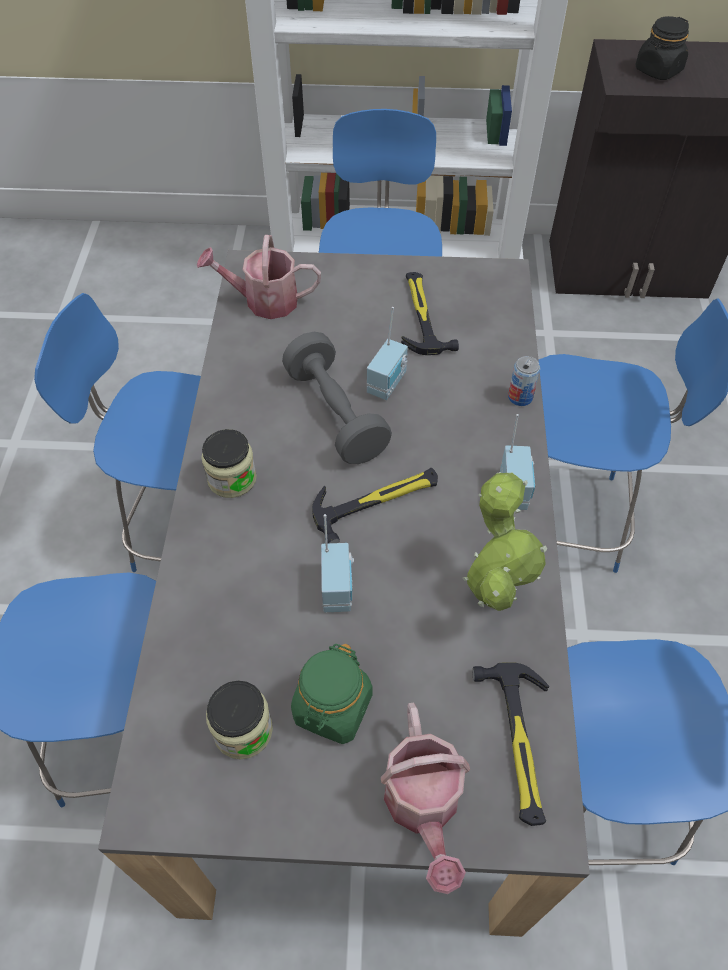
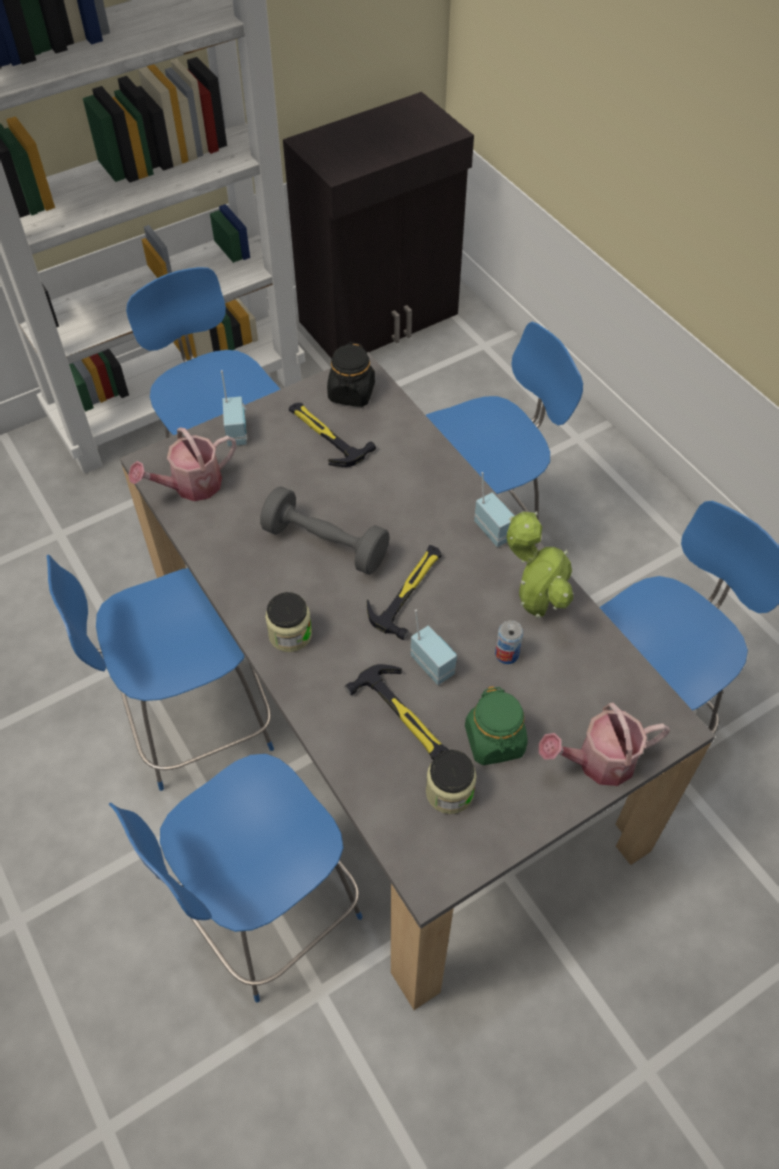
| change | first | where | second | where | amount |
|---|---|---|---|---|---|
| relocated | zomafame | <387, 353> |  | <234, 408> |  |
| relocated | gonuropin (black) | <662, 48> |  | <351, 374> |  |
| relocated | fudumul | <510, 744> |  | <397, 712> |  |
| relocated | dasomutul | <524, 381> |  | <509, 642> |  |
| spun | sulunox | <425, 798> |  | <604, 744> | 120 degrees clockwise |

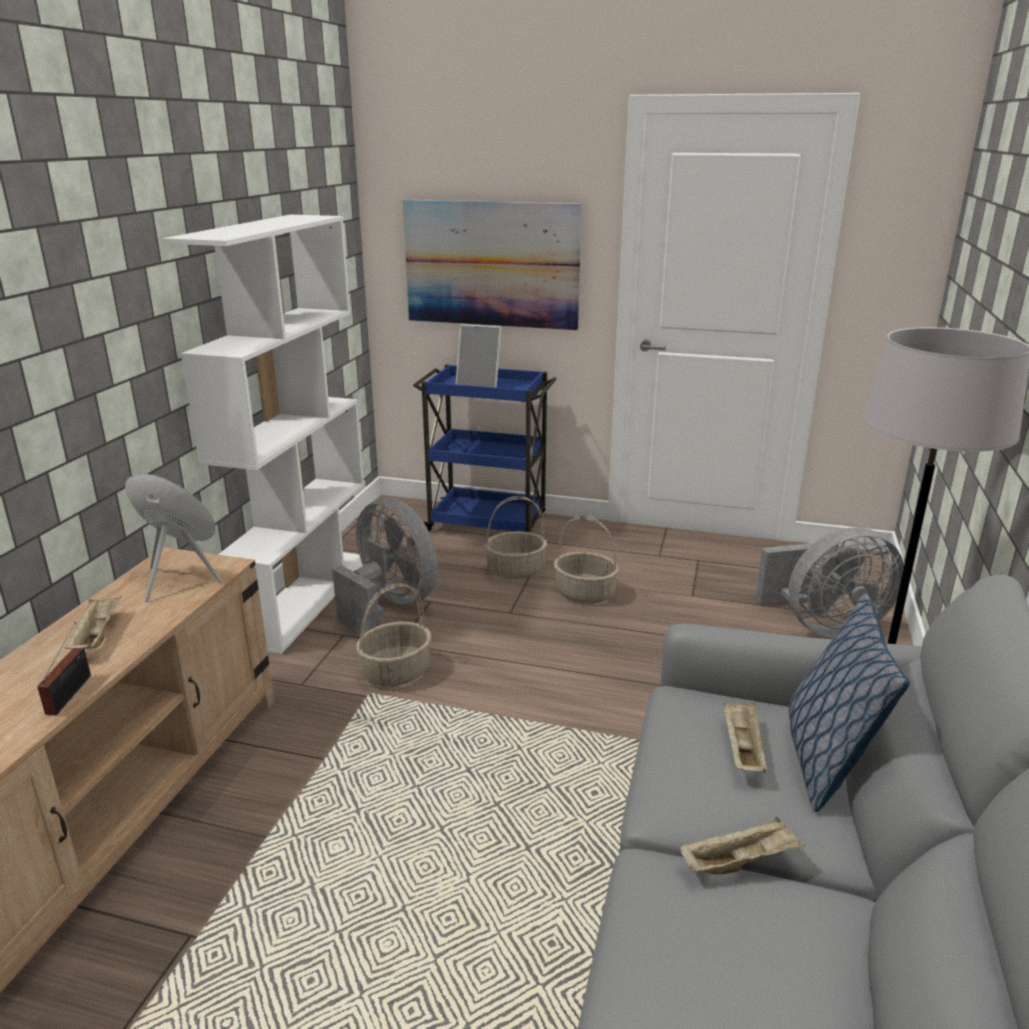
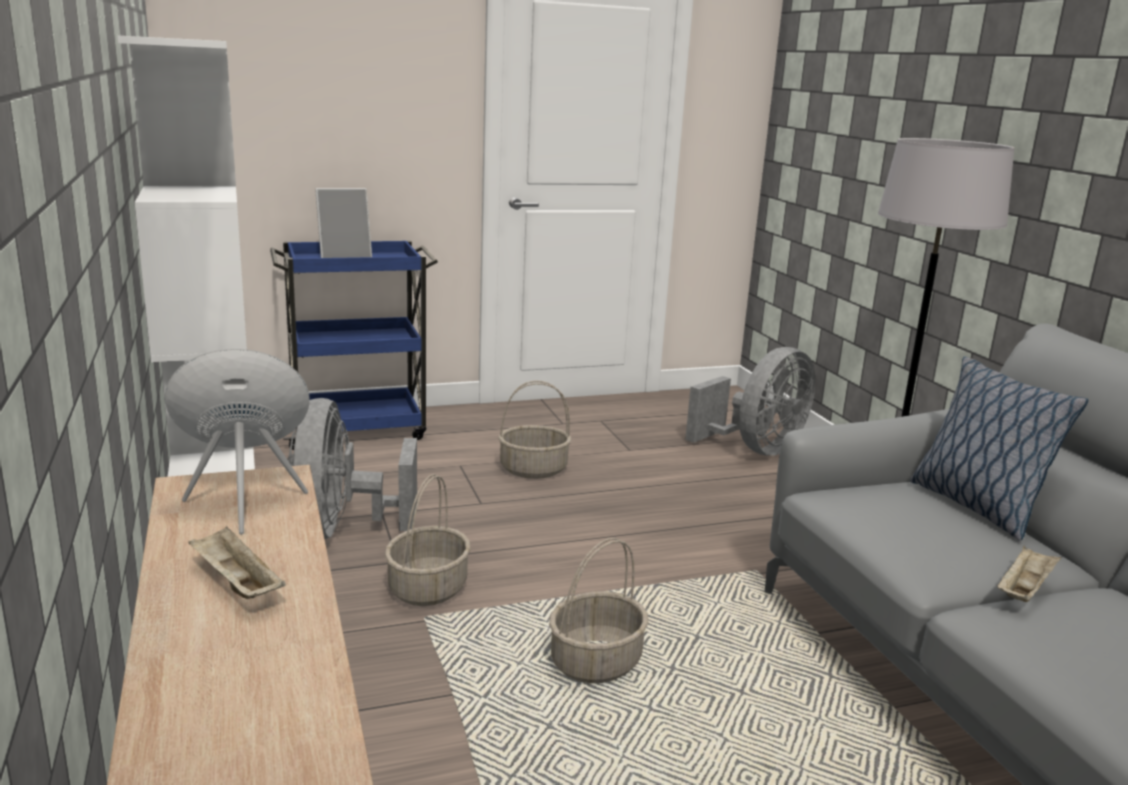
| change | first | where | second | where | amount |
|---|---|---|---|---|---|
| spun | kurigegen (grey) | <385, 566> |  | <352, 468> | 105 degrees counterclockwise |
| relocated | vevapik | <516, 537> |  | <598, 610> |  |
| missing | zomafame | <64, 668> |  |  |  |
| missing | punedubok | <492, 264> |  |  |  |
| missing | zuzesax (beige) | <745, 737> |  |  |  |

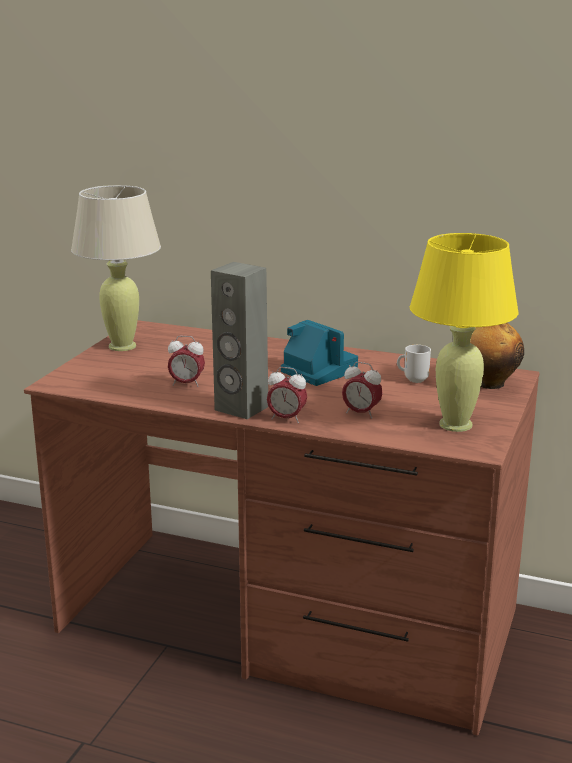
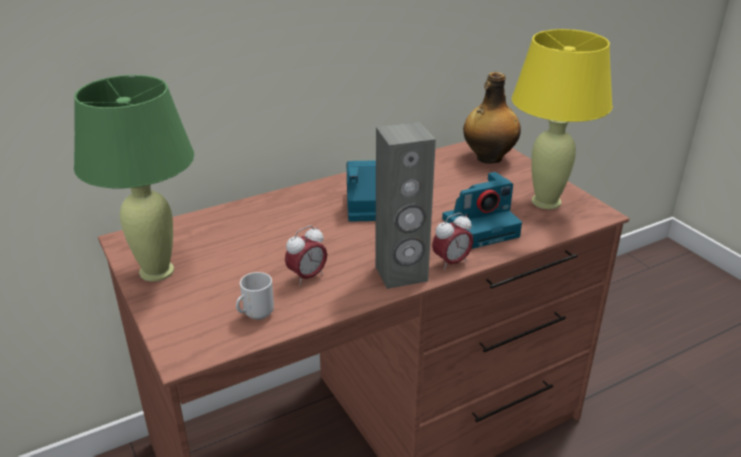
| change | first | where | second | where | amount |
|---|---|---|---|---|---|
| colour | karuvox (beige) | <116, 268> | karuvox (green) | <134, 178> |  |
| relocated | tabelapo | <414, 364> |  | <255, 296> |  |
| exchanged | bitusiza | <362, 390> | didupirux | <482, 210> |  |

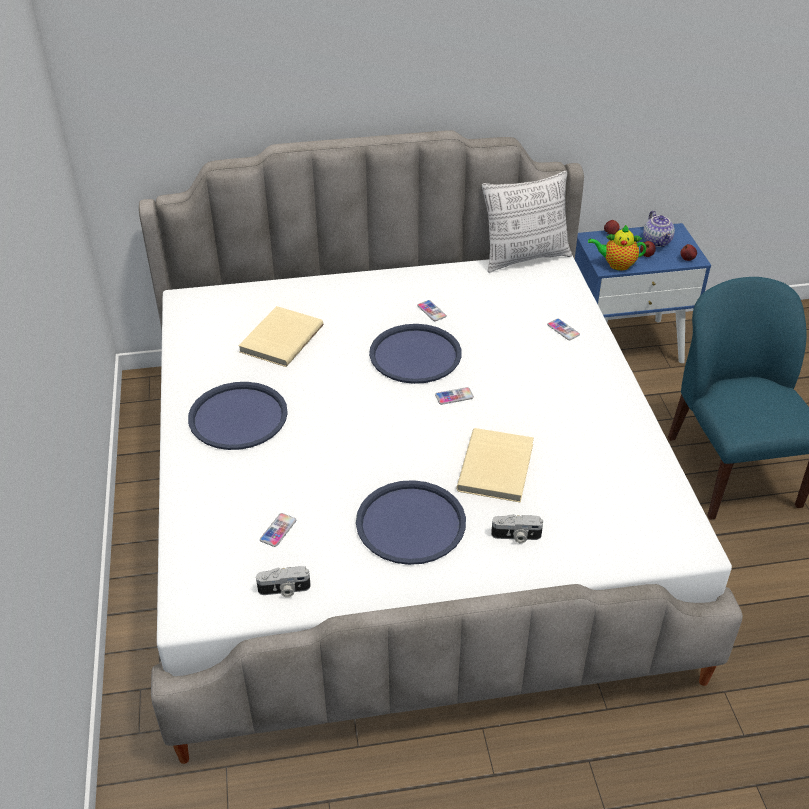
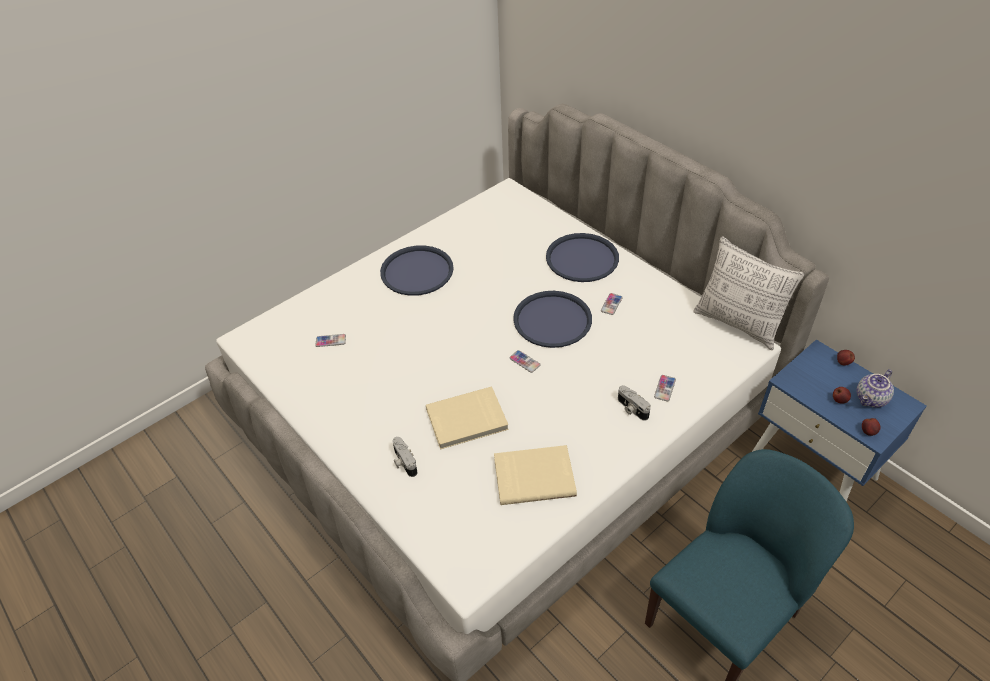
| change | first | where | second | where | amount |
|---|---|---|---|---|---|
| relocated | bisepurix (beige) | <280, 336> |  | <535, 475> |  |
| relocated | zuzesax (blue) | <411, 522> |  | <582, 257> |  |
| relocated | didupirux | <283, 581> |  | <634, 403> |  |
| missing | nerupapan | <617, 248> |  |  |  |

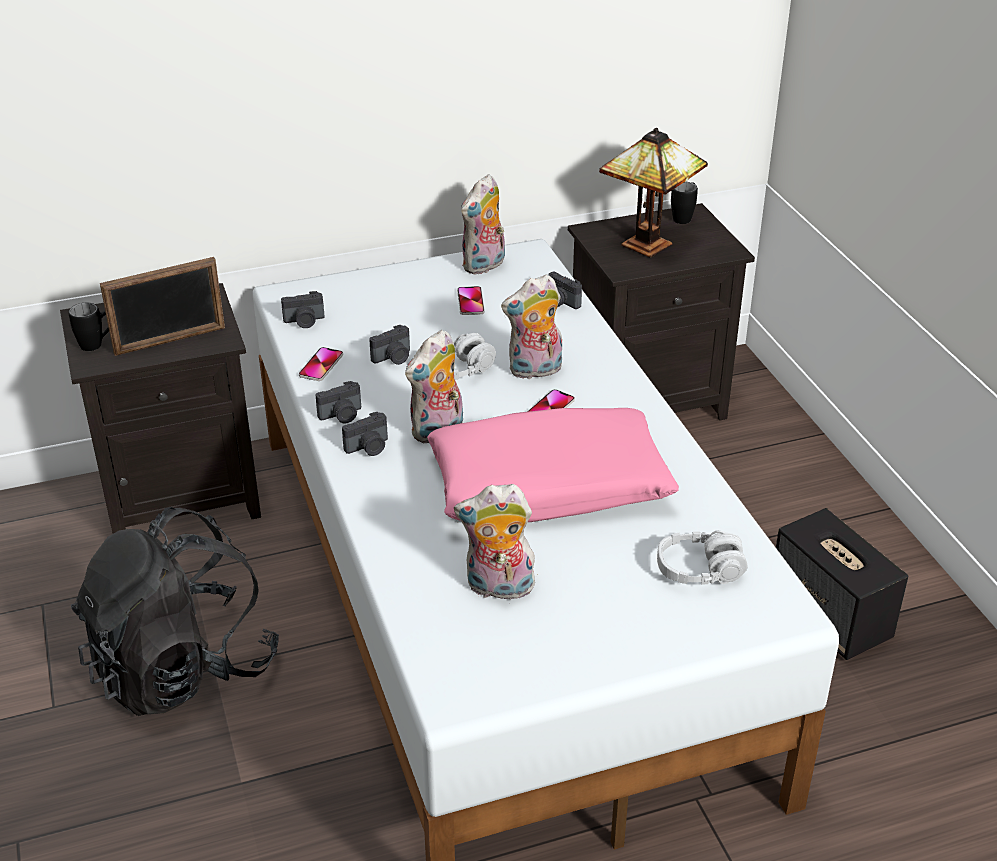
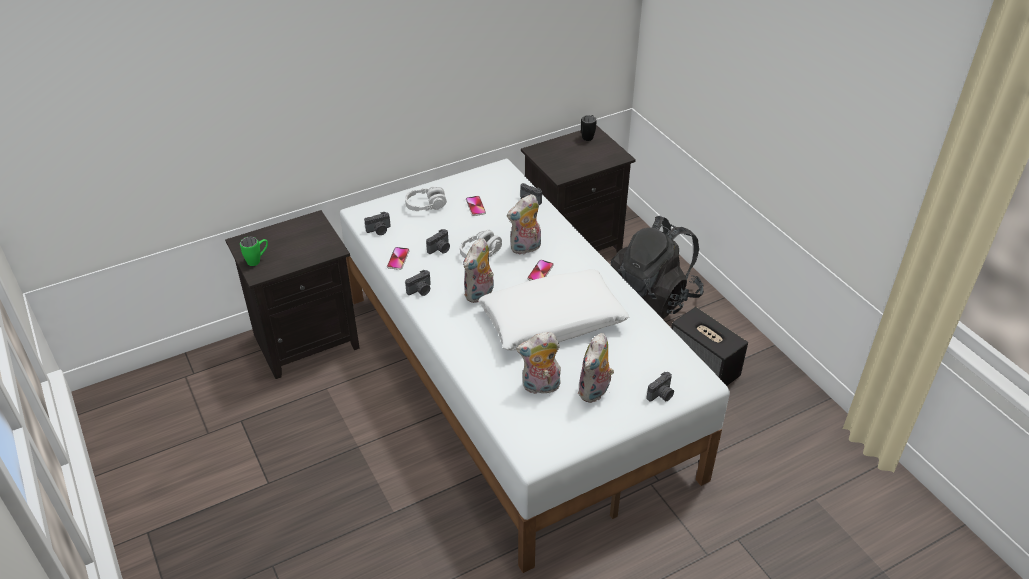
| change | first | where | second | where | amount |
|---|---|---|---|---|---|
| colour | tabelapo (black) | <88, 327> | tabelapo (green) | <254, 251> |  |
| relocated | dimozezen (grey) | <702, 557> |  | <426, 198> |  |
| colour | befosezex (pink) | <553, 465> | befosezex (white) | <553, 309> |  |
| relocated | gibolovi | <483, 224> |  | <596, 368> |  |
| relocated | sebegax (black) | <175, 611> |  | <657, 267> |  |
| relocated | didupirux | <365, 434> |  | <660, 387> |  |
| missing | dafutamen | <162, 306> |  |  |  |
| missing | karuvox | <653, 192> |  |  |  |

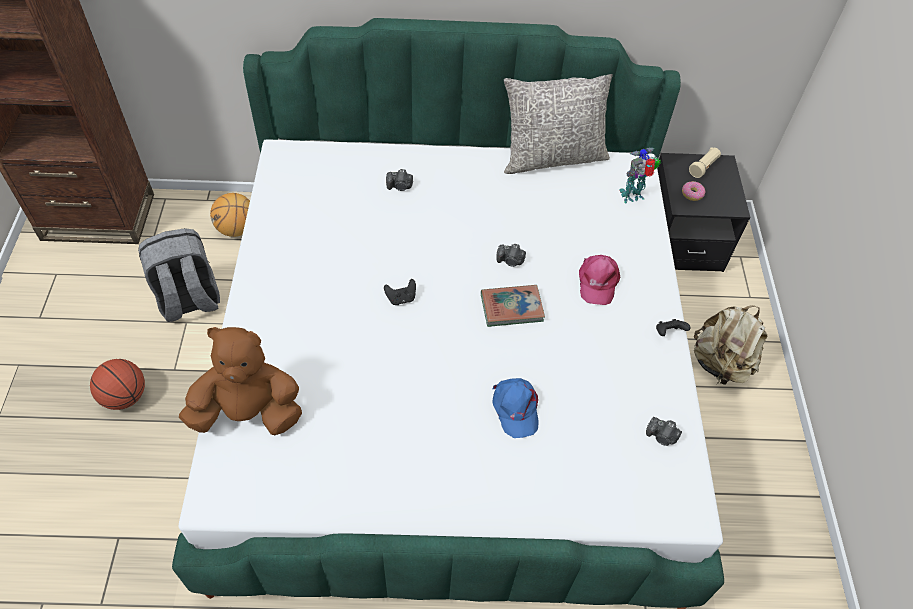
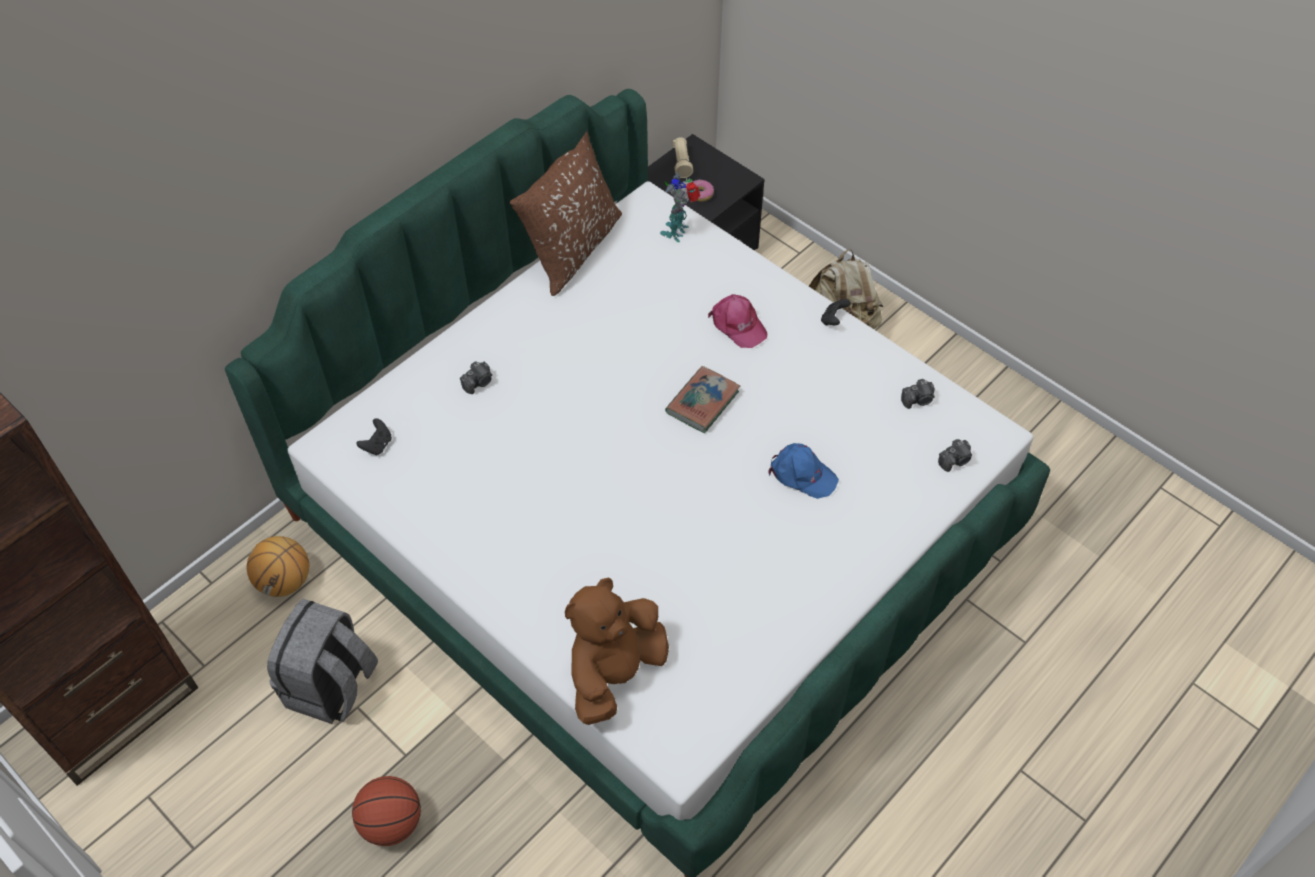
| change | first | where | second | where | amount |
|---|---|---|---|---|---|
| relocated | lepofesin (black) | <400, 292> |  | <374, 436> |  |
| colour | befosezex (grey) | <558, 124> | befosezex (brown) | <566, 213> |  |
| relocated | didupirux | <511, 255> |  | <955, 455> |  |

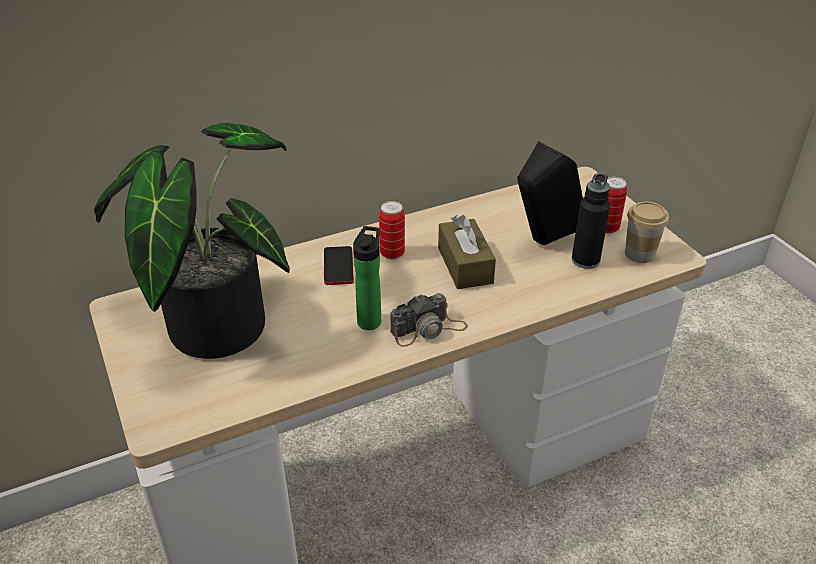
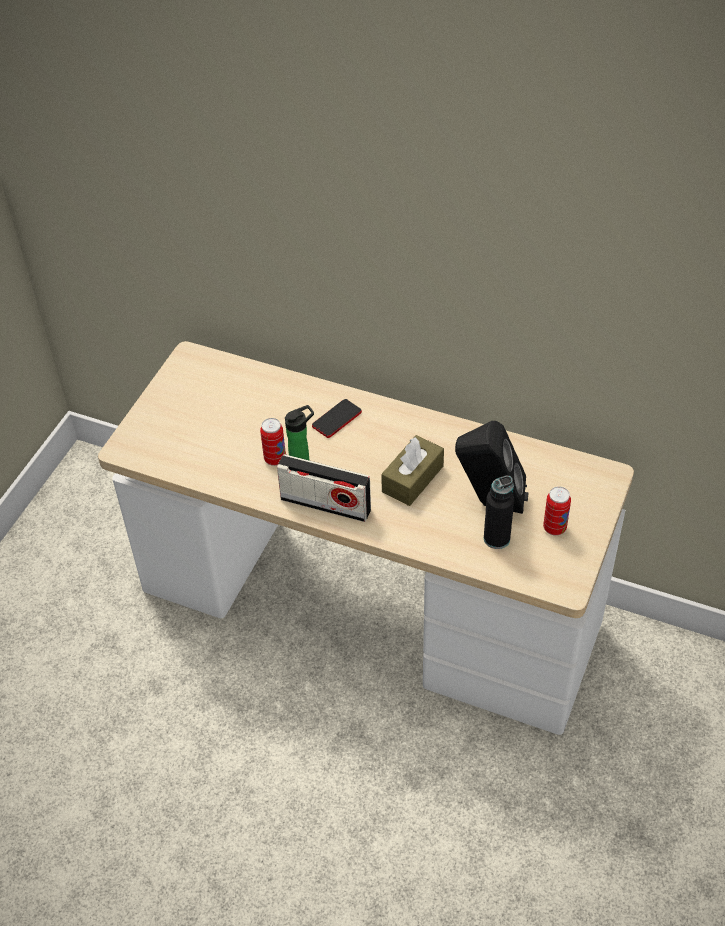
| change | first | where | second | where | amount |
|---|---|---|---|---|---|
| relocated | dasomutul | <392, 230> |  | <273, 442> |  |
| exchanged | didupirux | <429, 320> | zomafame | <324, 488> |  |
| missing | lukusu | <192, 241> |  |  |  |
| missing | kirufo | <647, 232> |  |  |  |

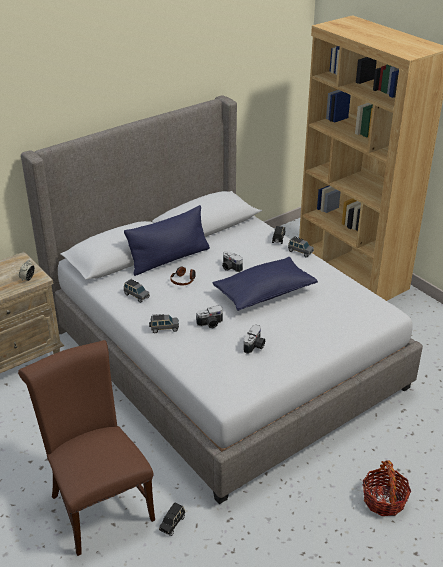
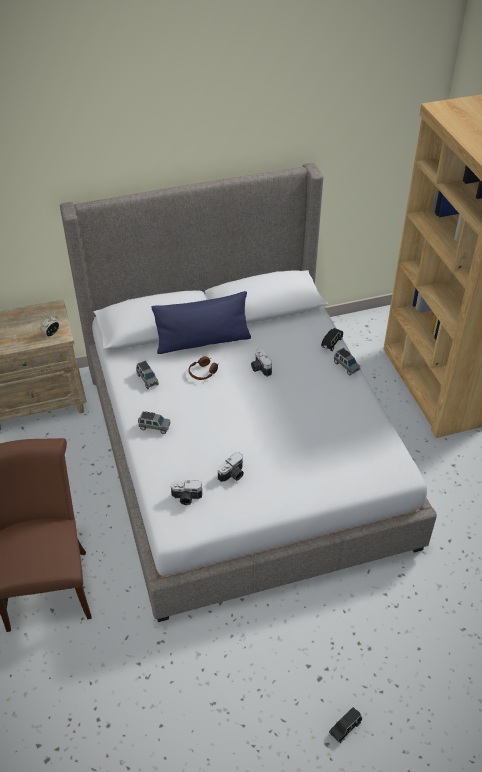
| change | first | where | second | where | amount |
|---|---|---|---|---|---|
| relocated | didupirux | <209, 317> |  | <186, 492> |  |
| relocated | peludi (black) | <172, 519> |  | <345, 725> |  |
| missing | befosezex (blue) | <265, 284> |  |  |  |
| missing | vevapik | <387, 488> |  |  |  |

